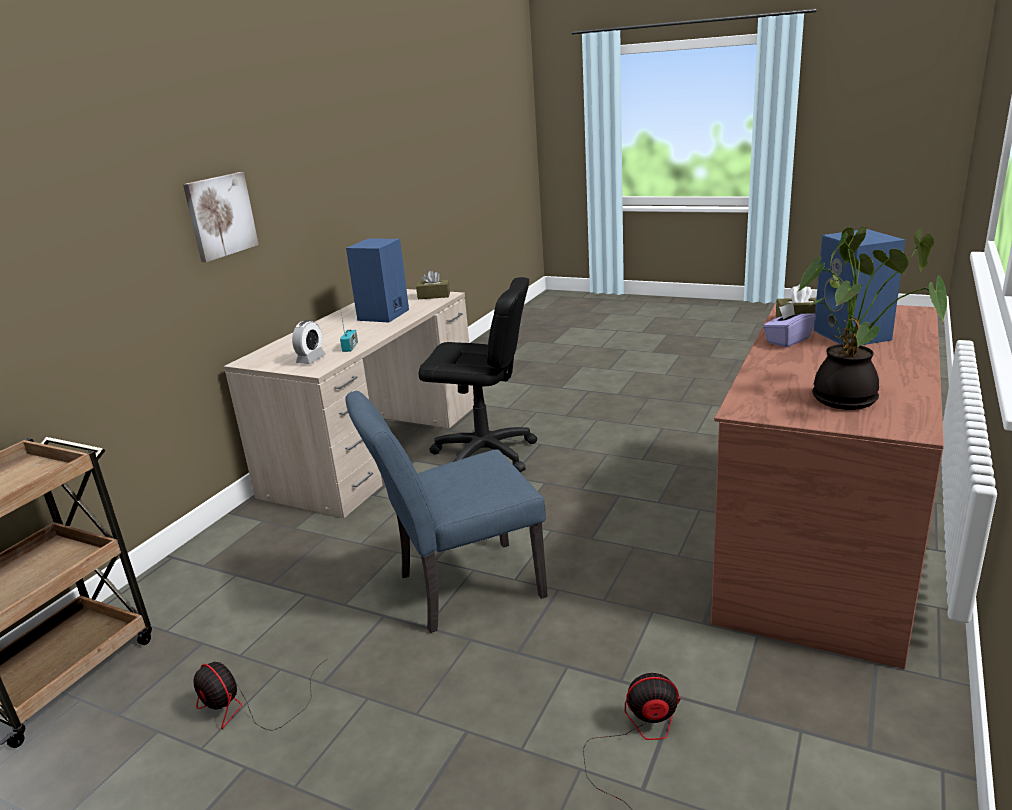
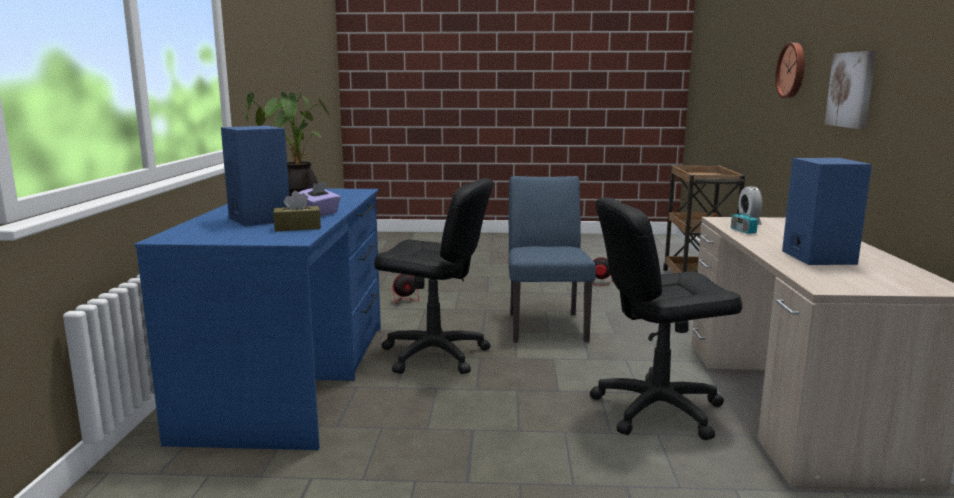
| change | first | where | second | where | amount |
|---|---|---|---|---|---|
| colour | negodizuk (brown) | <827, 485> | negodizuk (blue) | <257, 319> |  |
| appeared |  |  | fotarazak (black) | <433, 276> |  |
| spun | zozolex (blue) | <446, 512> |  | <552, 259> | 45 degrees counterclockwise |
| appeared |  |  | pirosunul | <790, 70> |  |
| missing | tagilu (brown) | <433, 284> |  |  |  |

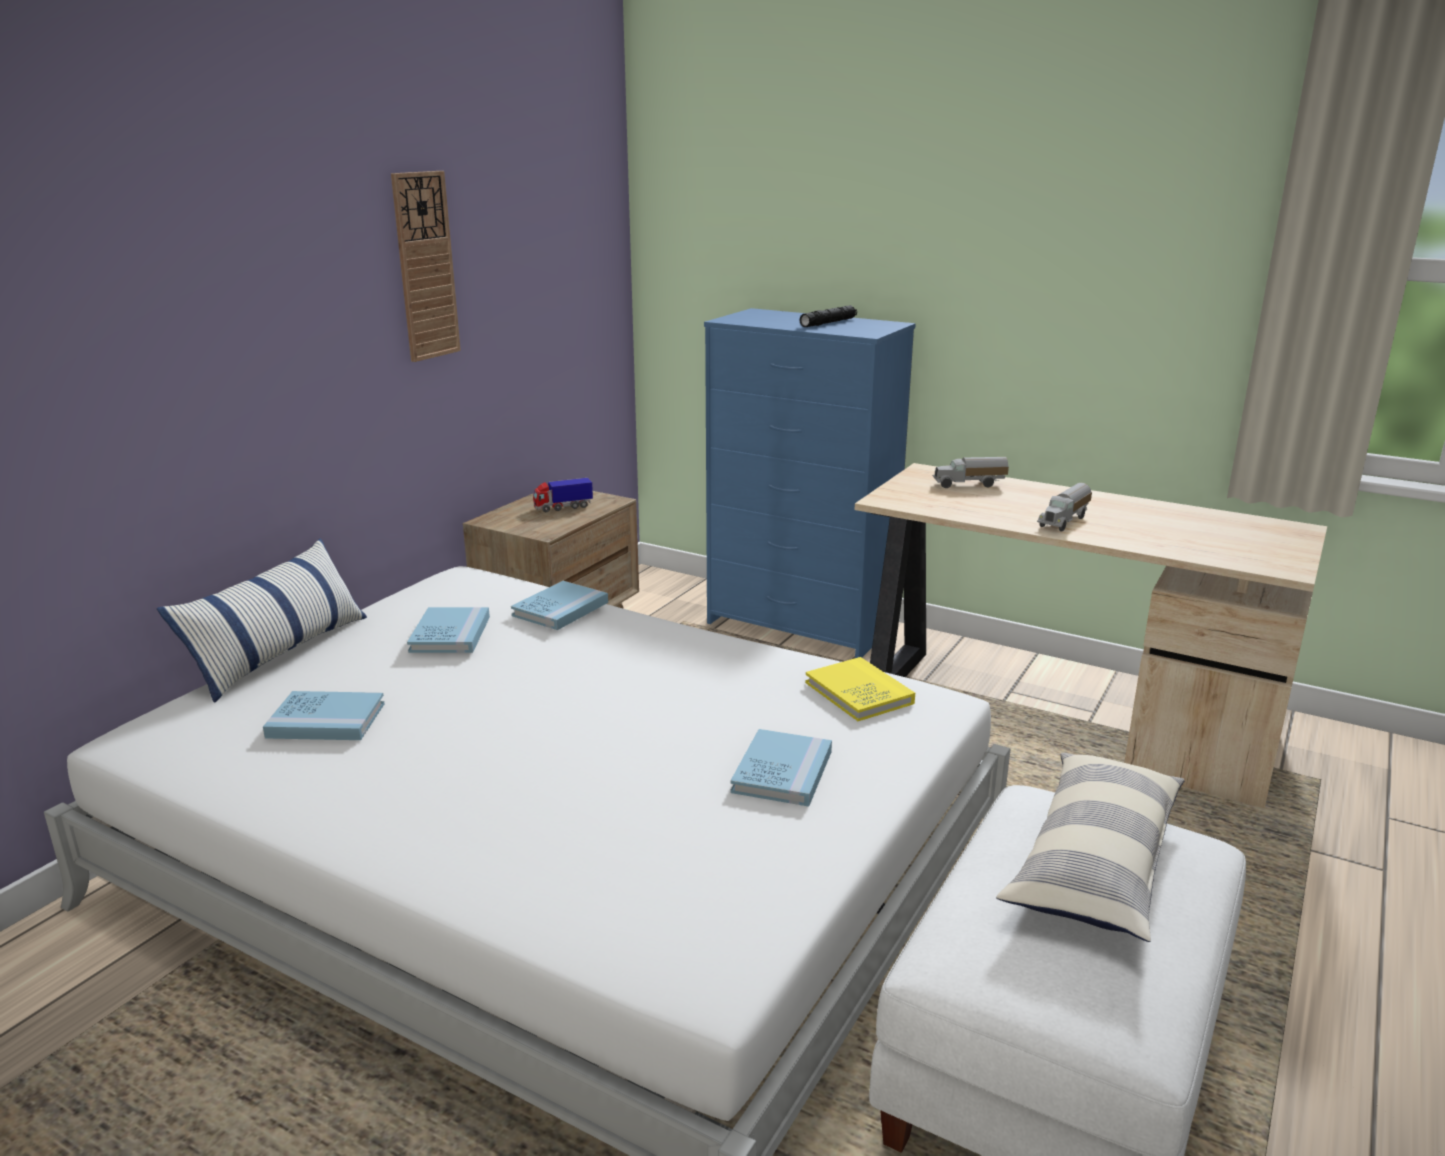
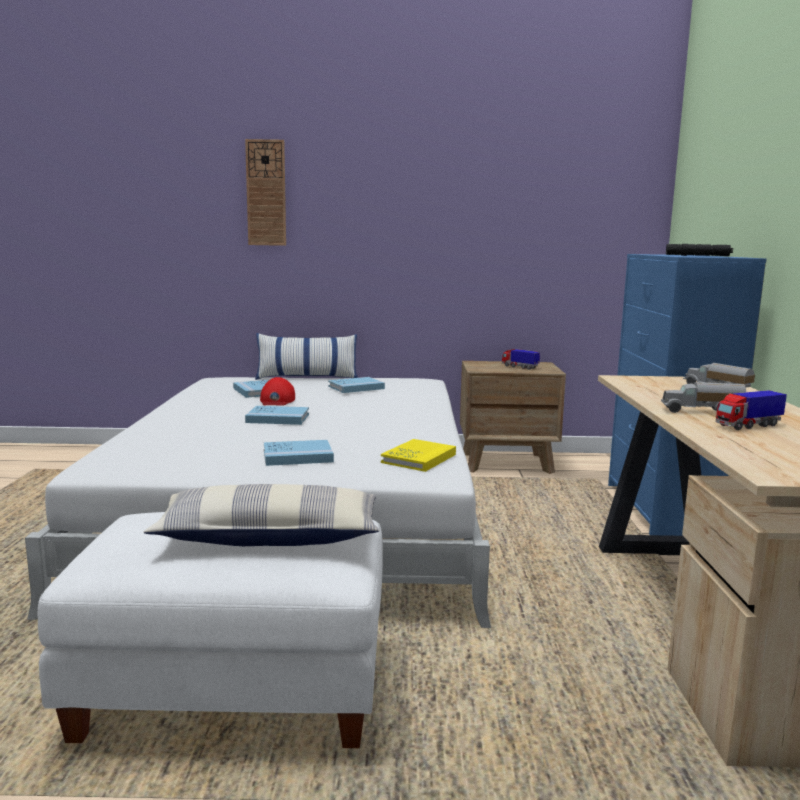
| change | first | where | second | where | amount |
|---|---|---|---|---|---|
| relocated | pirosunul | <426, 266> |  | <265, 192> |  |
| relocated | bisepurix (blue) | <559, 605> |  | <277, 415> |  |
| appeared |  |  | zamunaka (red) | <277, 391> |  |
| appeared |  |  | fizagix | <751, 410> |  |

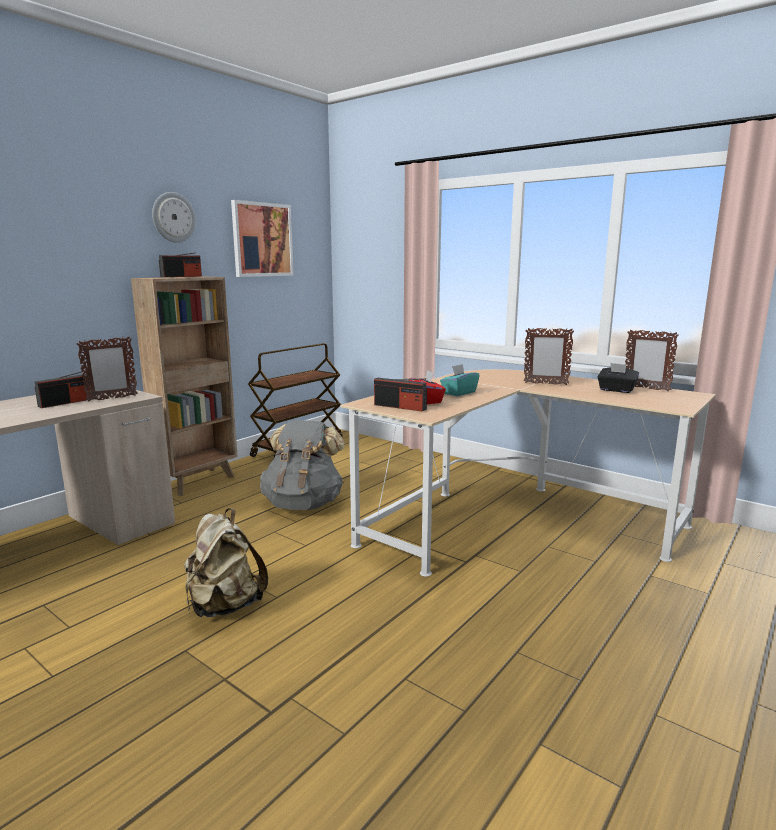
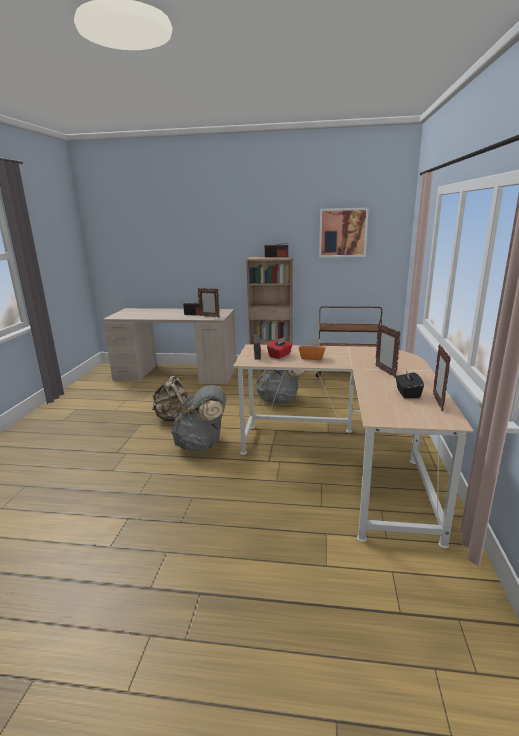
| change | first | where | second | where | amount |
|---|---|---|---|---|---|
| appeared |  |  | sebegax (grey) | <198, 418> |  |
| colour | tagilu (turquoise) | <460, 380> | tagilu (orange) | <312, 349> |  |
| missing | pirosunul | <174, 217> |  |  |  |

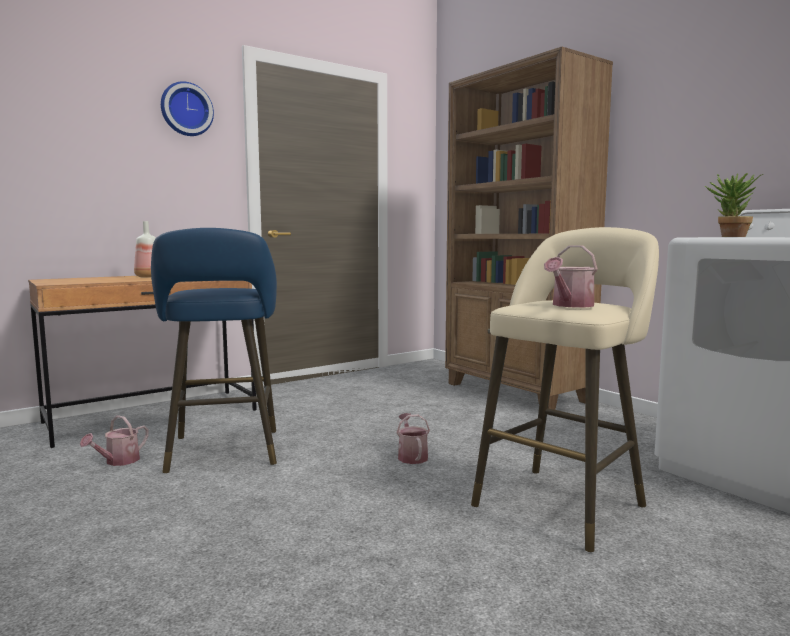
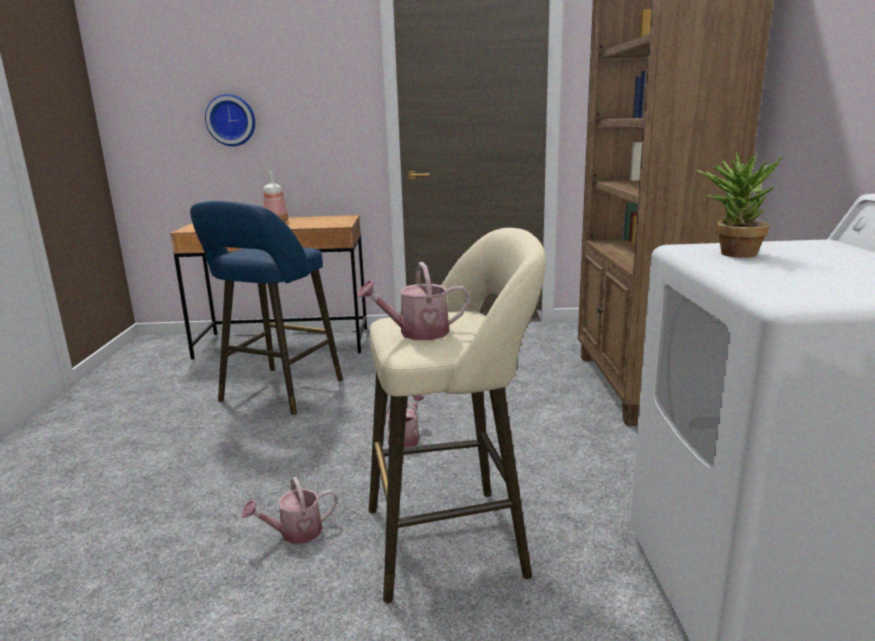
| change | first | where | second | where | amount |
|---|---|---|---|---|---|
| relocated | pirosunul | <187, 108> |  | <230, 120> |  |
| relocated | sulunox | <114, 440> |  | <290, 510> |  |

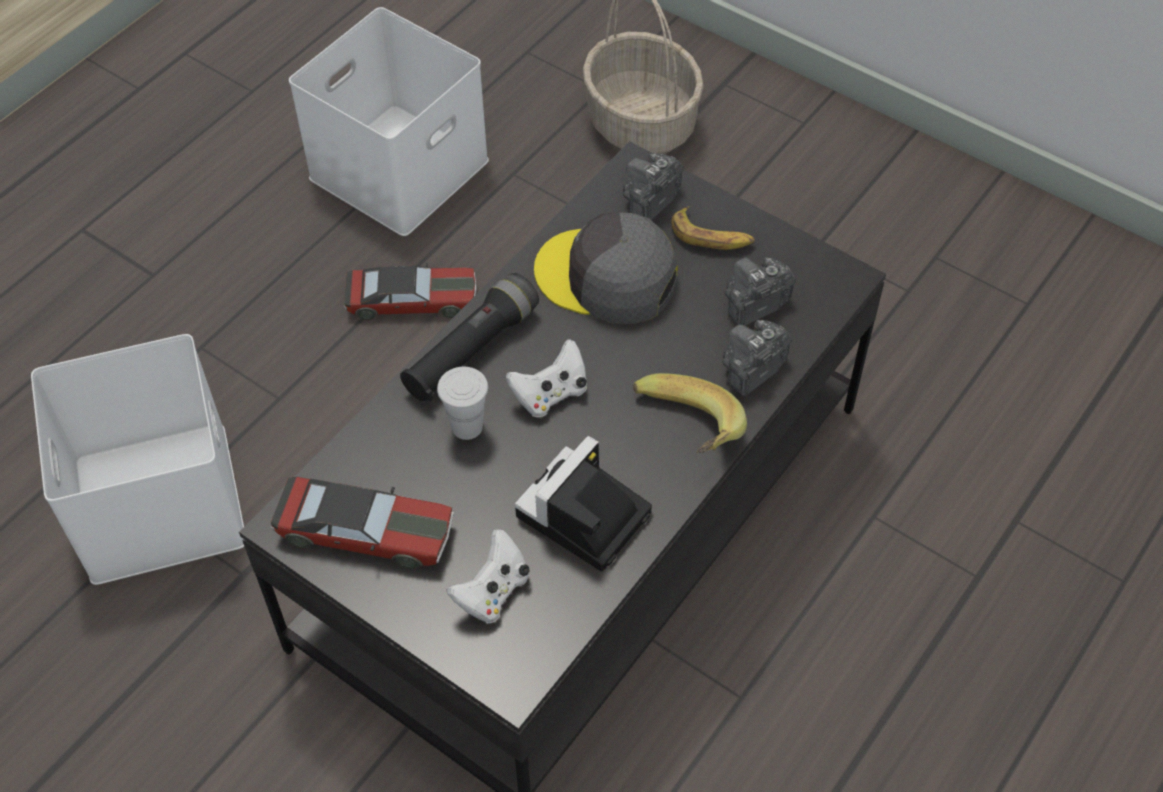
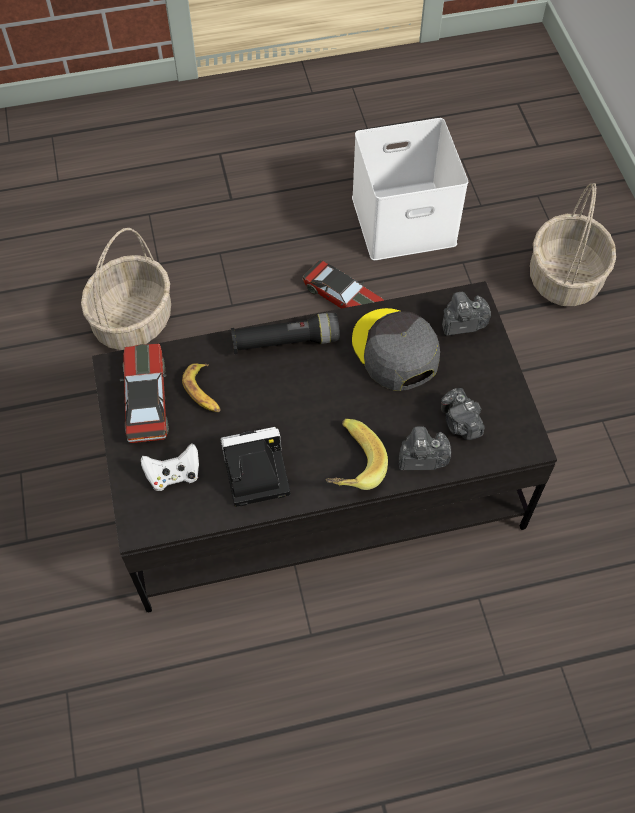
| change | first | where | second | where | amount |
|---|---|---|---|---|---|
| exchanged | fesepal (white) | <137, 459> | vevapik | <126, 289> |  |
| spun | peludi | <362, 523> |  | <144, 393> | 150 degrees counterclockwise |
| relocated | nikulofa | <713, 228> |  | <201, 387> |  |
| spun | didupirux | <760, 291> |  | <463, 414> | 120 degrees counterclockwise |
| missing | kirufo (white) | <462, 403> |  |  |  |
| missing | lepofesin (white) | <546, 378> |  |  |  |

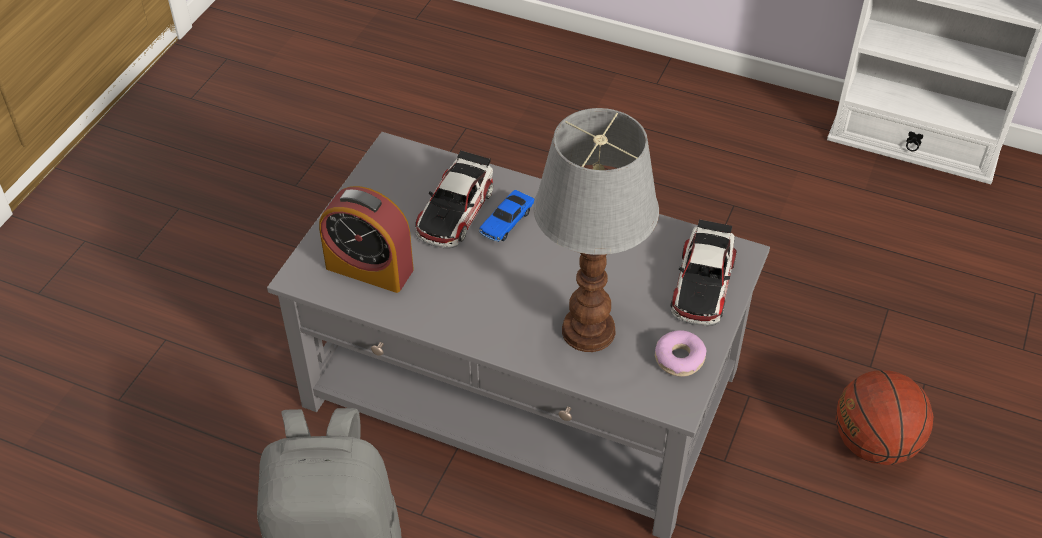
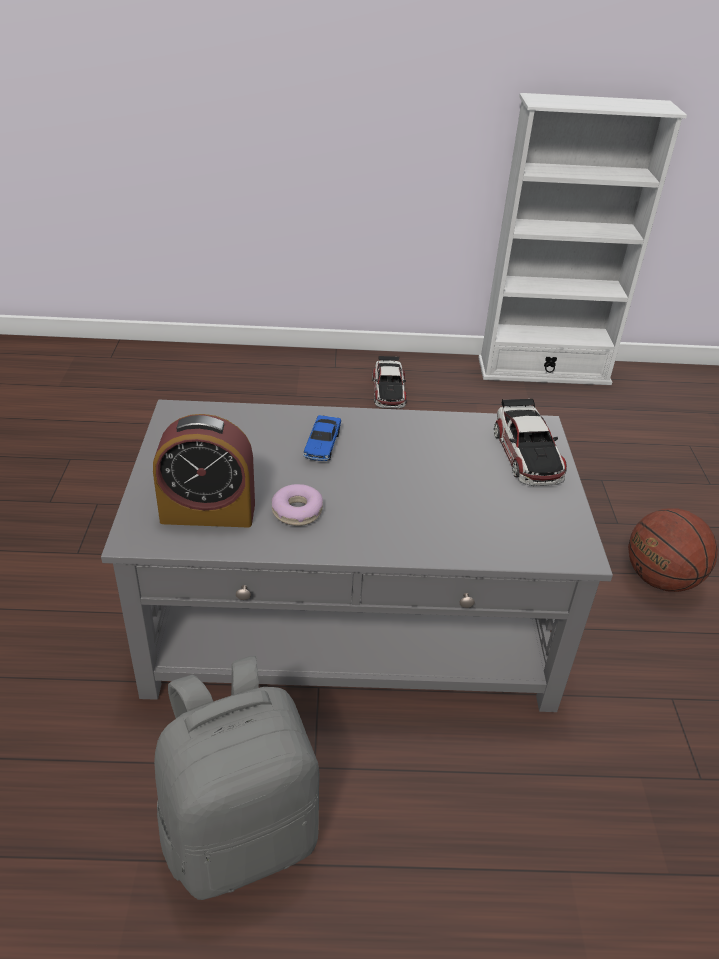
| change | first | where | second | where | amount |
|---|---|---|---|---|---|
| relocated | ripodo | <681, 353> |  | <297, 505> |  |
| relocated | peludi | <454, 199> |  | <389, 382> |  |
| missing | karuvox | <596, 230> |  |  |  |

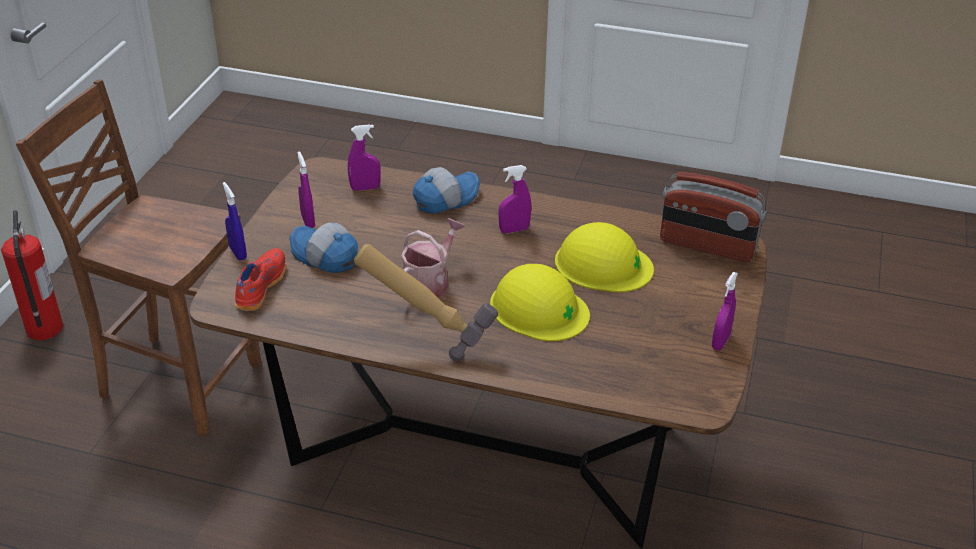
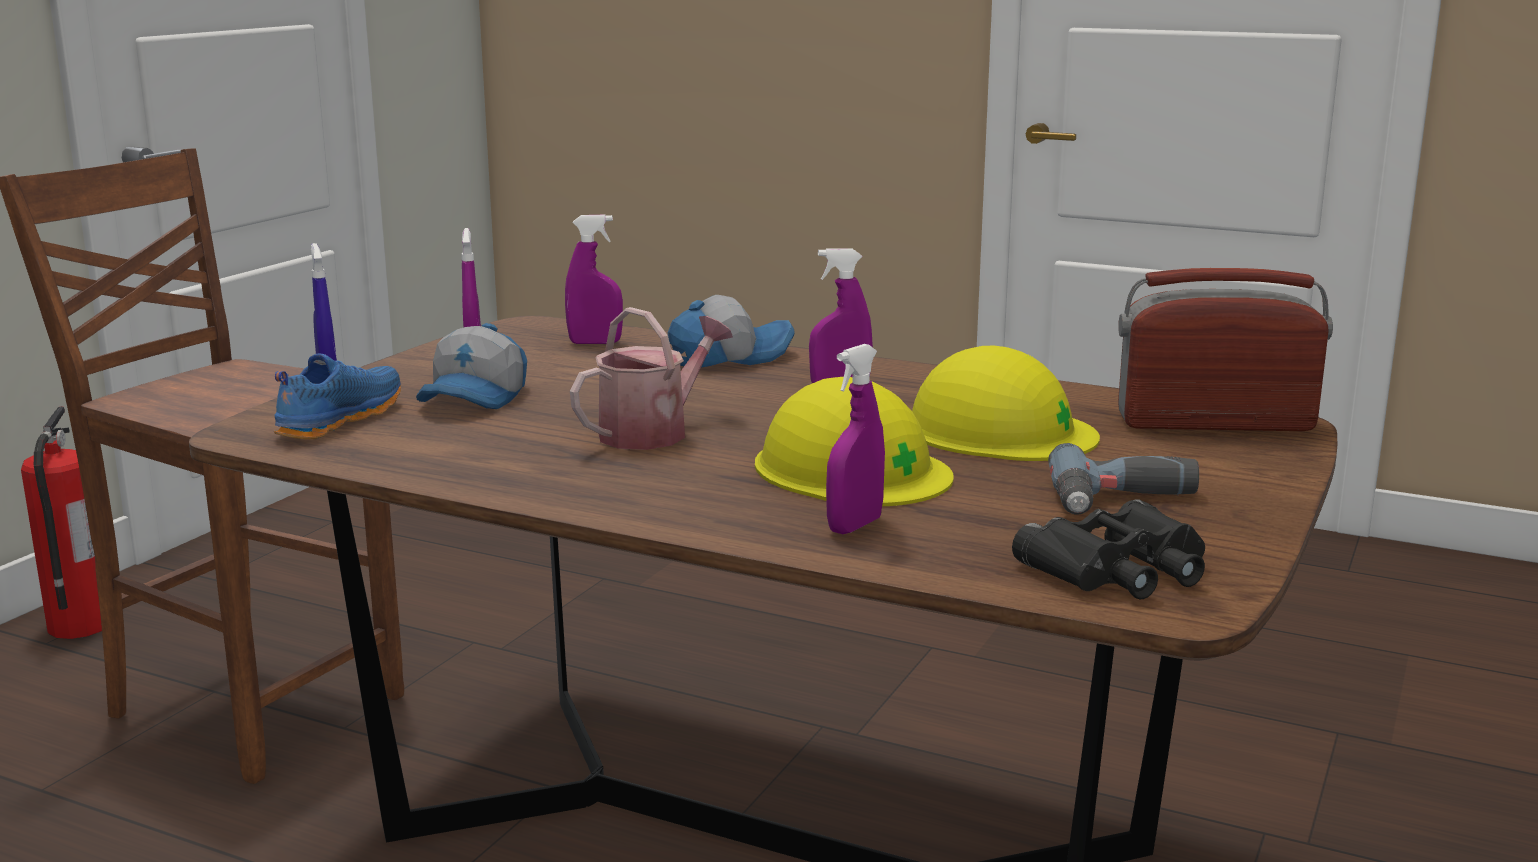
| change | first | where | second | where | amount |
|---|---|---|---|---|---|
| colour | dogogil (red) | <260, 279> | dogogil (blue) | <337, 397> |  |
| spun | zamunaka | <323, 247> |  | <471, 366> | 120 degrees counterclockwise |
| relocated | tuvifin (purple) | <725, 311> |  | <855, 439> |  |
| appeared |  |  | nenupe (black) | <1108, 549> |  |
| appeared |  |  | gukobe | <1123, 479> |  |
| spun | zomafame | <713, 216> |  | <1225, 349> | 150 degrees clockwise |
| missing | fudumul | <426, 302> |  |  |  |

